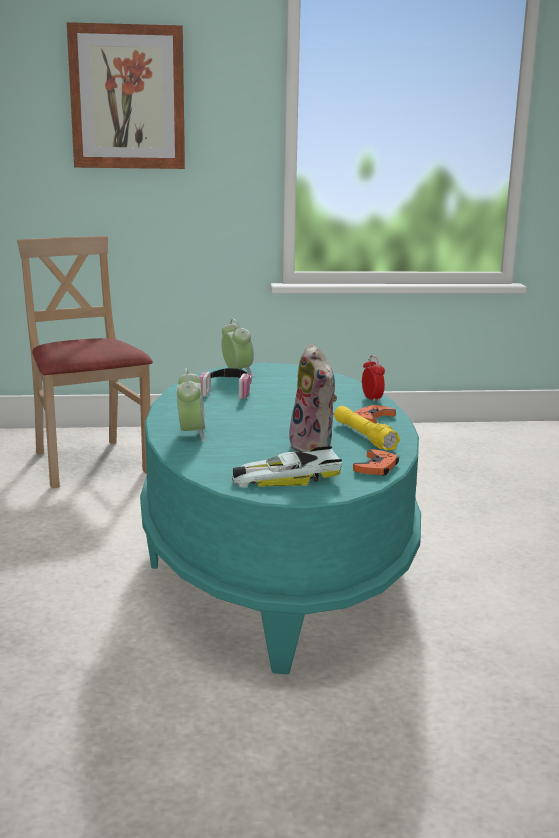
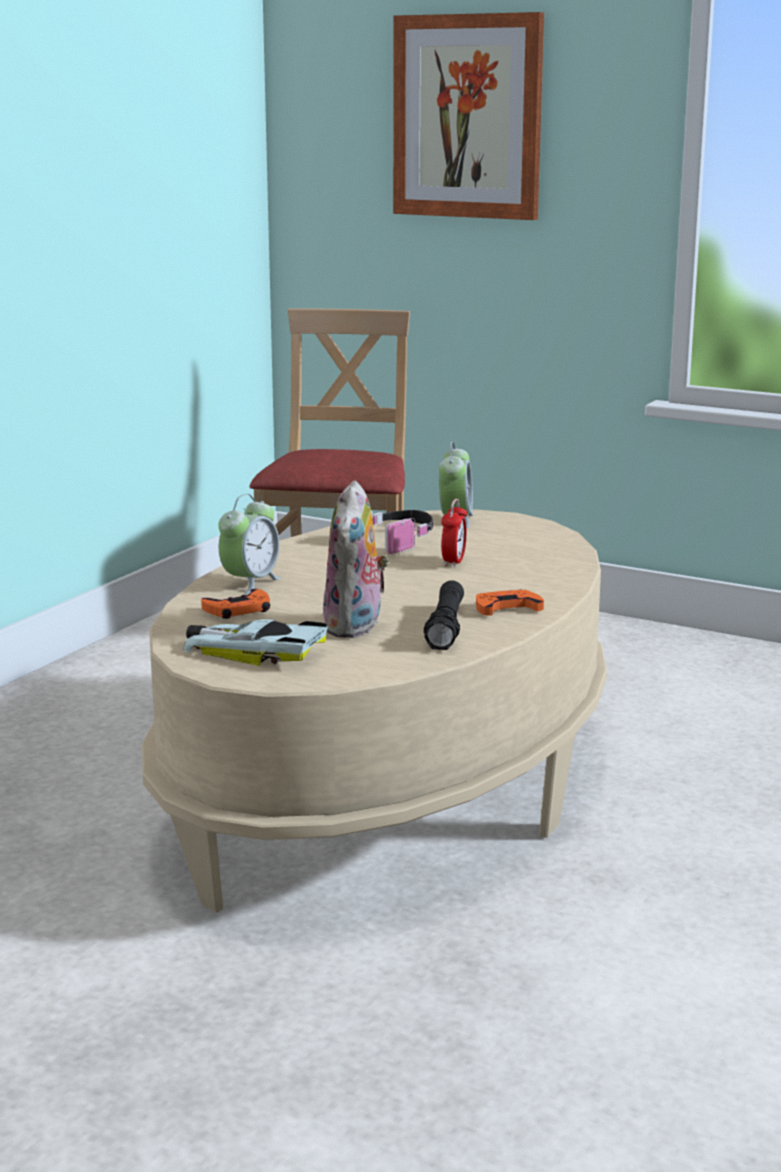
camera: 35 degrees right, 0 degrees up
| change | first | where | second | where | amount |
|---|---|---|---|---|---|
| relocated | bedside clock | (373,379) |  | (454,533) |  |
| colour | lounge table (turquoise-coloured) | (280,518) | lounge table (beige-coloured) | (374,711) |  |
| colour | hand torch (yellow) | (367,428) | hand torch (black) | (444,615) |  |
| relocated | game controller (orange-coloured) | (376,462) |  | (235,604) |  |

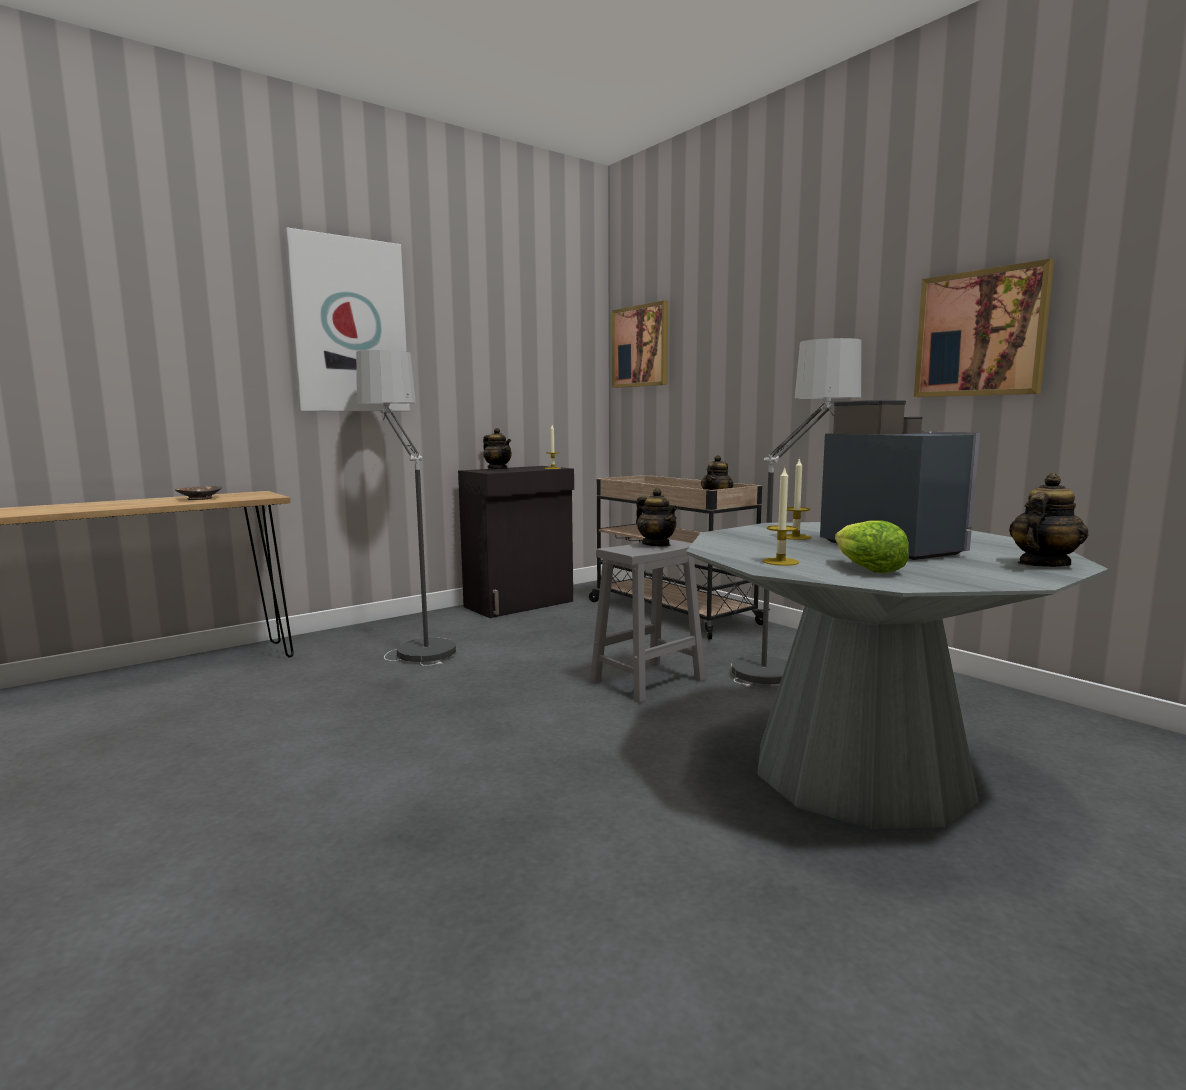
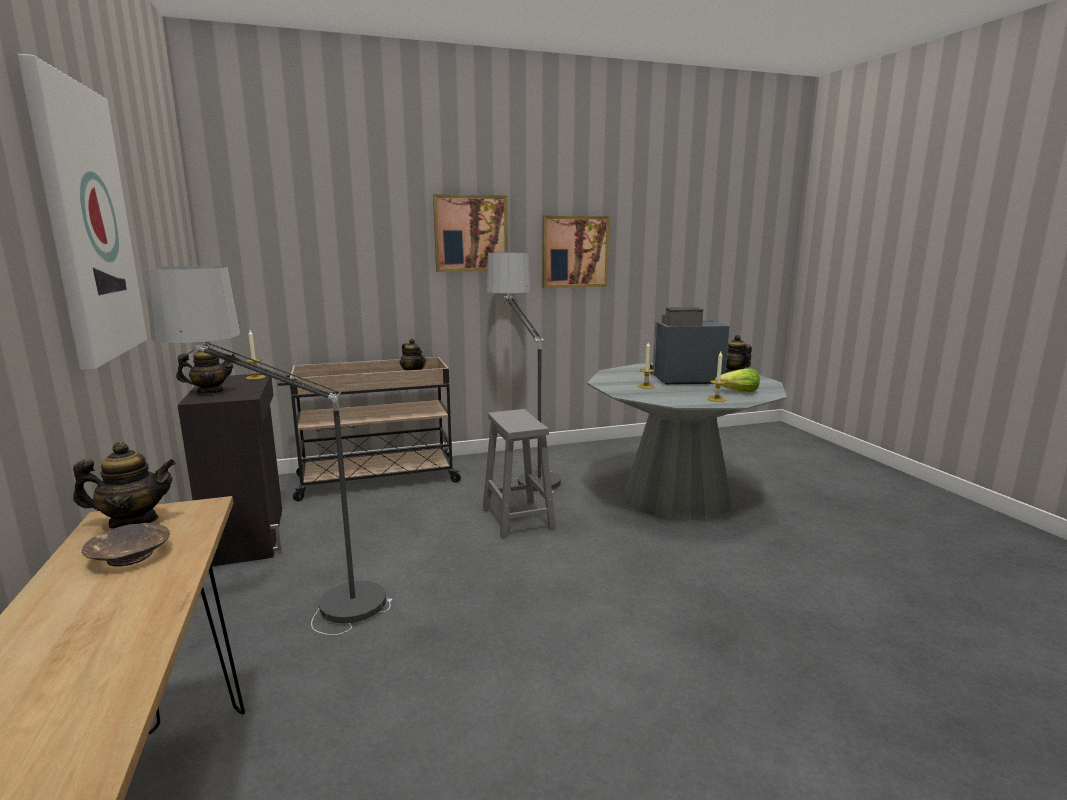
camera: 70 degrees left, 5 degrees up
| change | first | where | second | where | amount |
|---|---|---|---|---|---|
| relocated | wall picture | (640,344) |  | (470,233) |  |
| relocated | teapot | (657,517) |  | (124,485) |  |

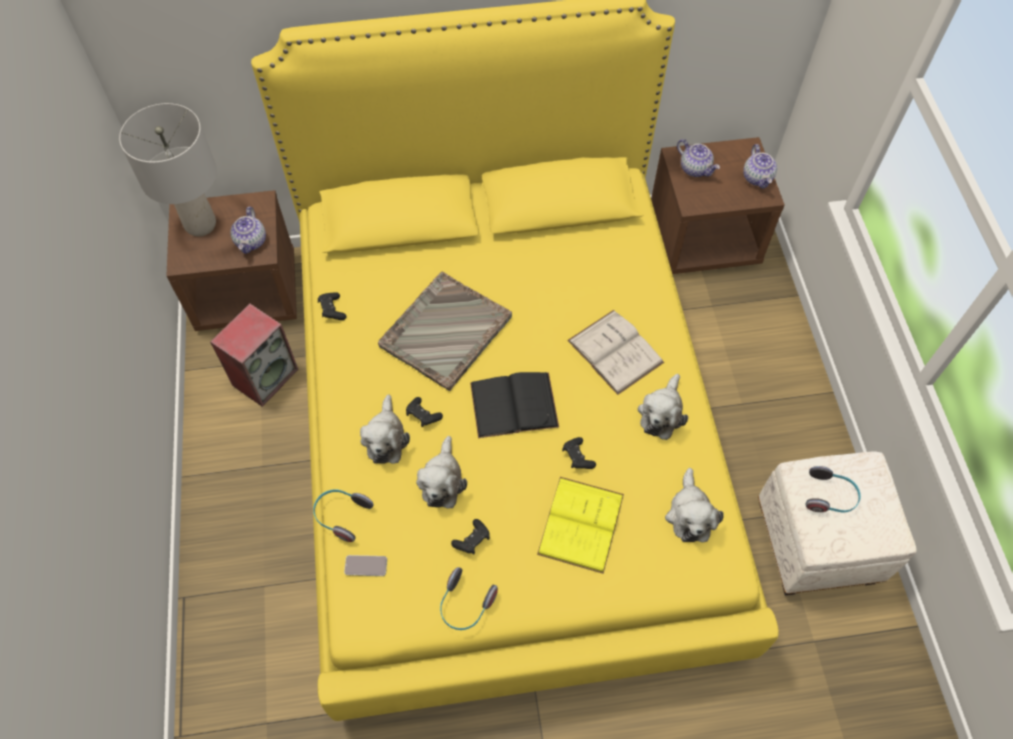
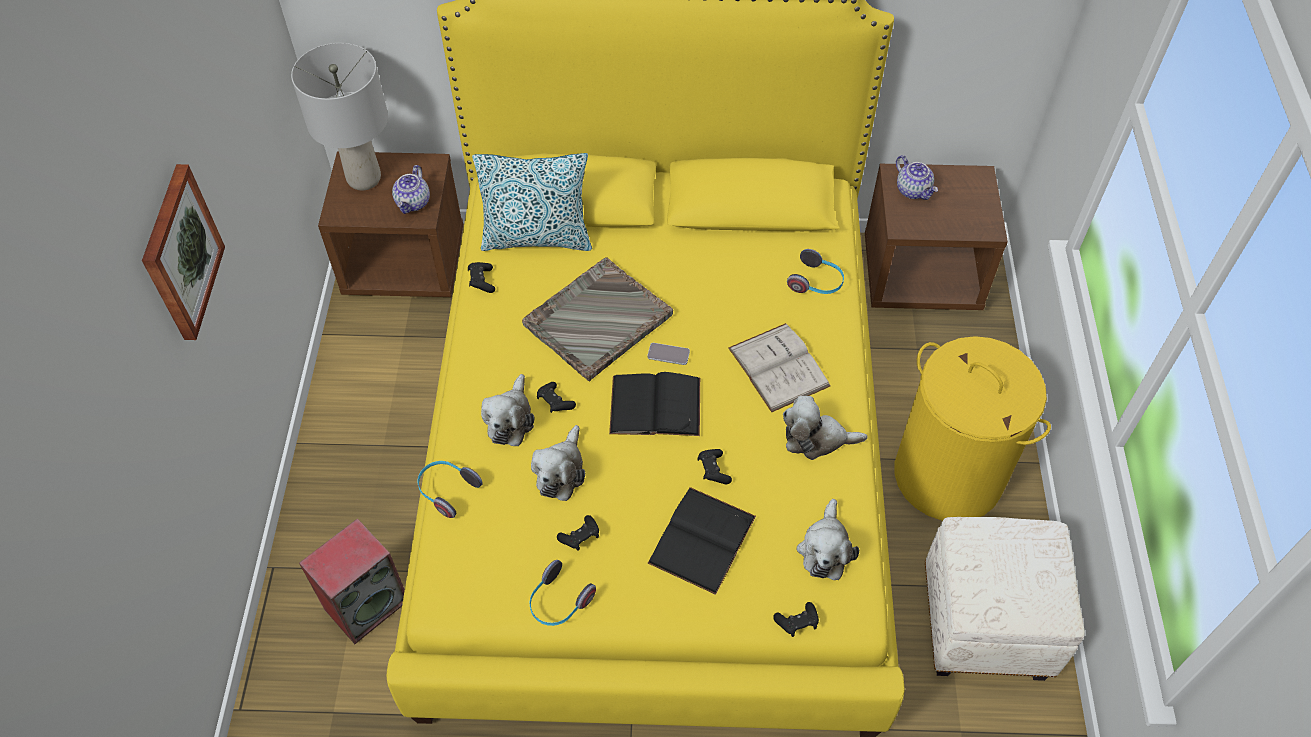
camera: 10 degrees right, 5 degrees down
| change | first | where | second | where | amount |
|---|---|---|---|---|---|
| missing | teapot | (760,166) |  |  |  |
| relocated | loudspeaker | (254,355) |  | (352,581) |  |
| spun | soft toy | (663,407) |  | (825,428) | 60 degrees clockwise |
| relocated | headphones | (833,489) |  | (815,271) |  |
| colour | volume (yellow) | (580,525) | volume (black) | (702,541) |  |
| relocated | handset | (365,565) |  | (668,354) |  |
| appeared |  |  | throw pillow | (532,202) |  |
| appeared |  |  | wall picture | (183,252) |  |
| appeared |  |  | laundry basket (yellow) | (972,428) |  |
| appeared |  |  | game controller (black) | (796,619) |  |

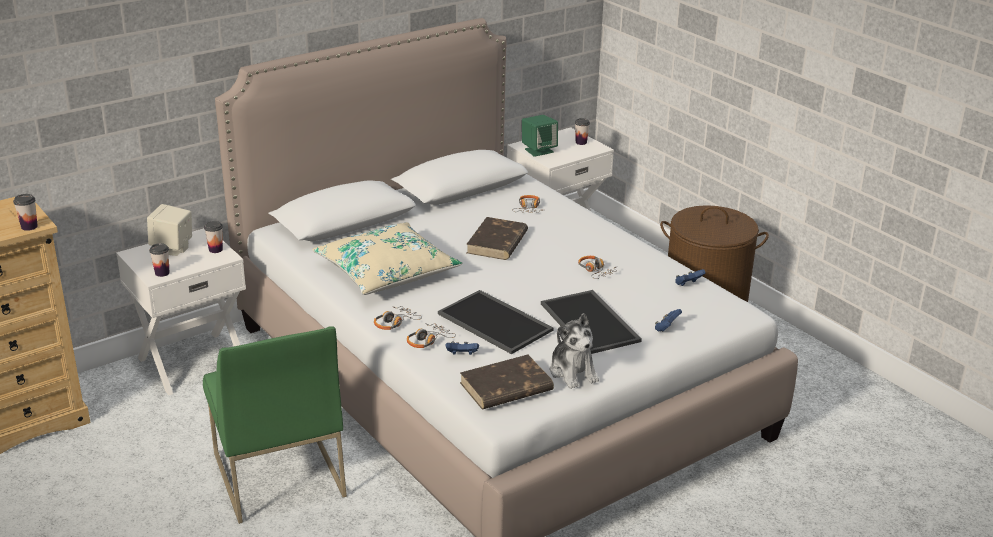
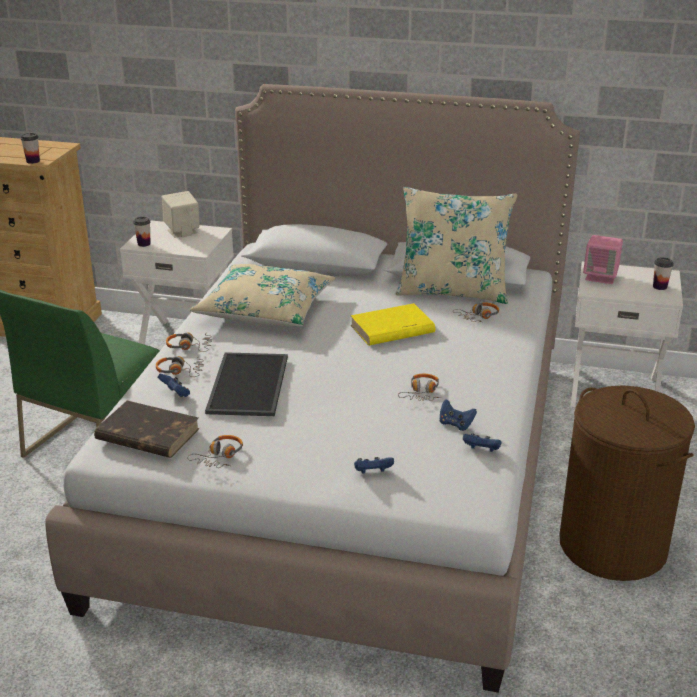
camera: 50 degrees right, 0 degrees up
| change | first | where | second | where | amount |
|---|---|---|---|---|---|
| colour | loudspeaker (green) | (540,136) | loudspeaker (pinkish) | (603,259) |  |
| colour | volume (brown) | (497,238) | volume (yellow) | (392,324) |  |
| missing | drinking cup | (213,237) |  |  |  |
| missing | serving tray | (591,322) |  |  |  |
| exchanged | soft toy | (574,351) | headphones | (215,451) |  |
| appeared |  |  | throw pillow (beige-coloured) | (456,245) |  |
| appeared |  |  | game controller (bluish) | (458,415) |  |

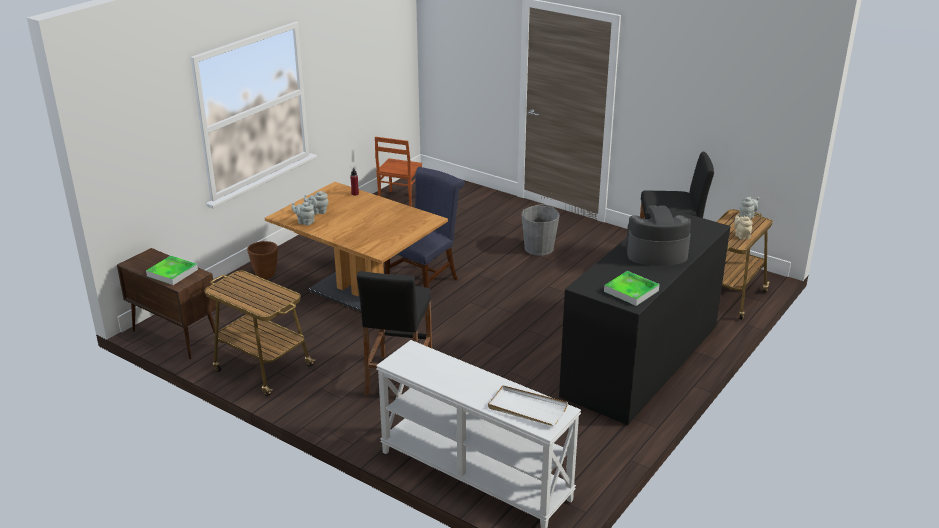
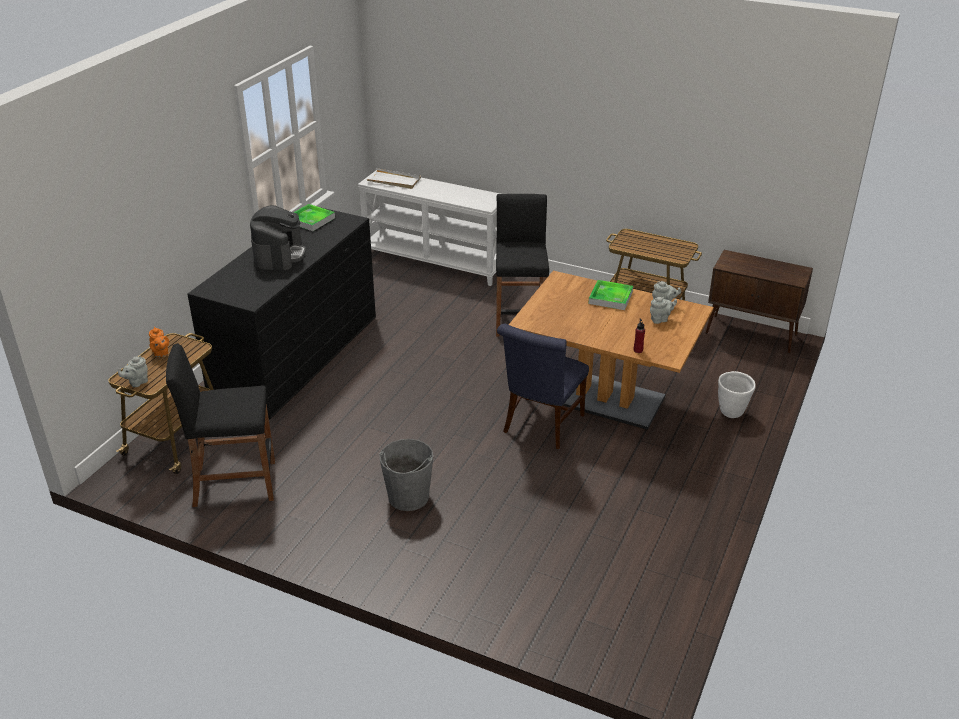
camera: 170 degrees right, 5 degrees up
| change | first | where | second | where | amount |
|---|---|---|---|---|---|
| missing | plain chair (brown) | (398,172) |  |  |  |
| spun | coffee brewer | (658,235) |  | (278,237) | 75 degrees counterclockwise |
| colour | teapot (beige-coloured) | (743,226) | teapot (orange-coloured) | (159,342) |  |
| colour | planter (brown) | (262,260) | planter (whitish) | (737,394) |  |
| relocated | serving tray | (172,270) |  | (610,295) |  |

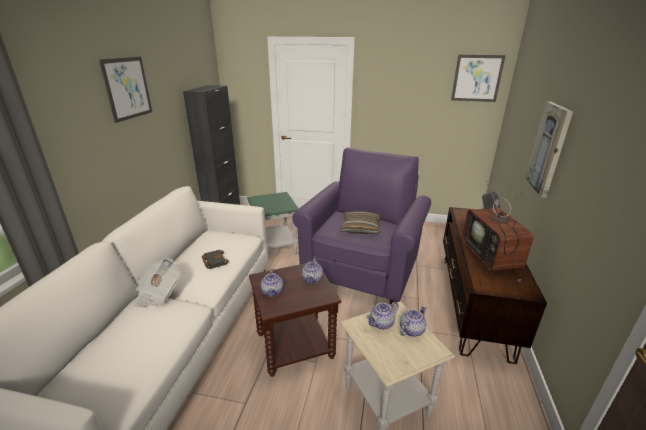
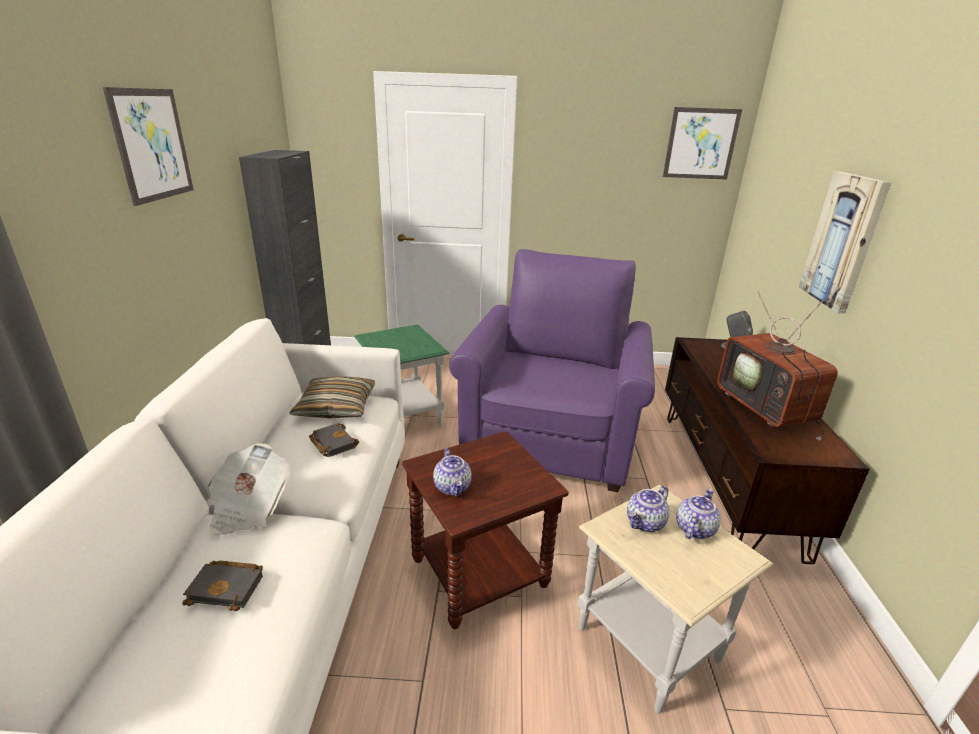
camera: 10 degrees left, 0 degrees up
| change | first | where | second | where | amount |
|---|---|---|---|---|---|
| relocated | throw pillow | (360,222) |  | (332,397) |  |
| missing | teapot | (312,271) |  |  |  |
| appeared |  |  | volume (black) | (222,585) |  |

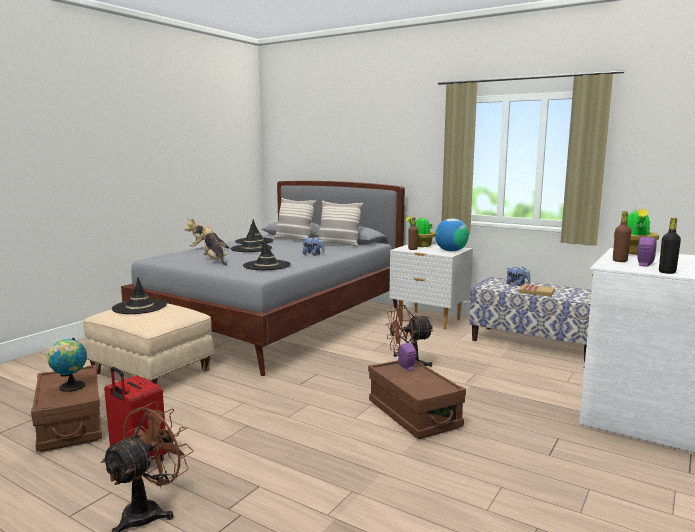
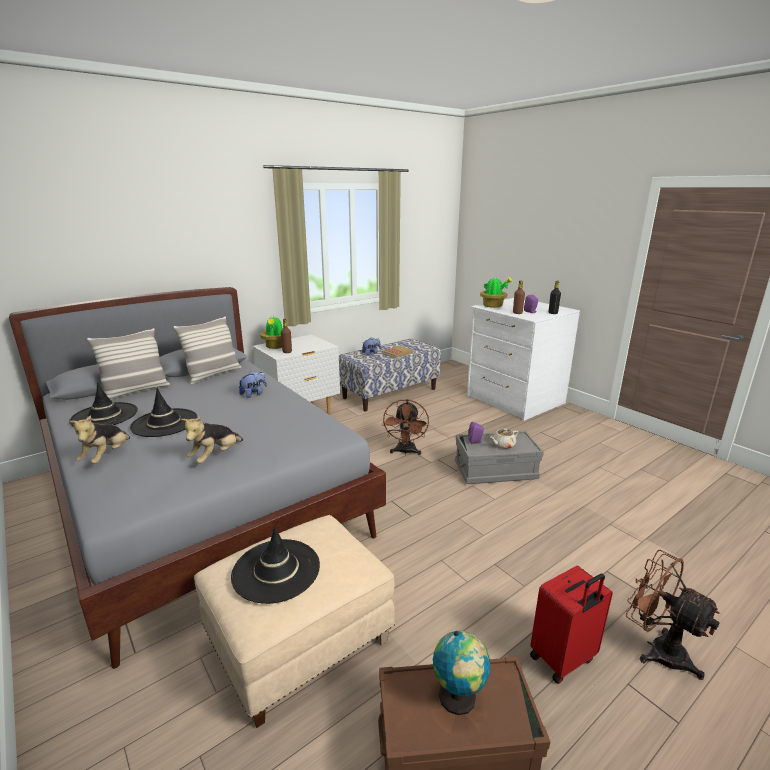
camera: 70 degrees left, 10 degrees up
| change | first | where | second | where | amount |
|---|---|---|---|---|---|
| missing | desk globe | (452,234) |  |  |  |
| spun | soft toy | (214,245) |  | (212,440) | 45 degrees counterclockwise |
| missing | clothing hat (black) | (267,254) |  |  |  |
| colour | storage box (brown) | (417,399) | storage box (gray) | (499,457) |  |
| appeared |  |  | teapot (beige-coloured) | (504,438) |  |

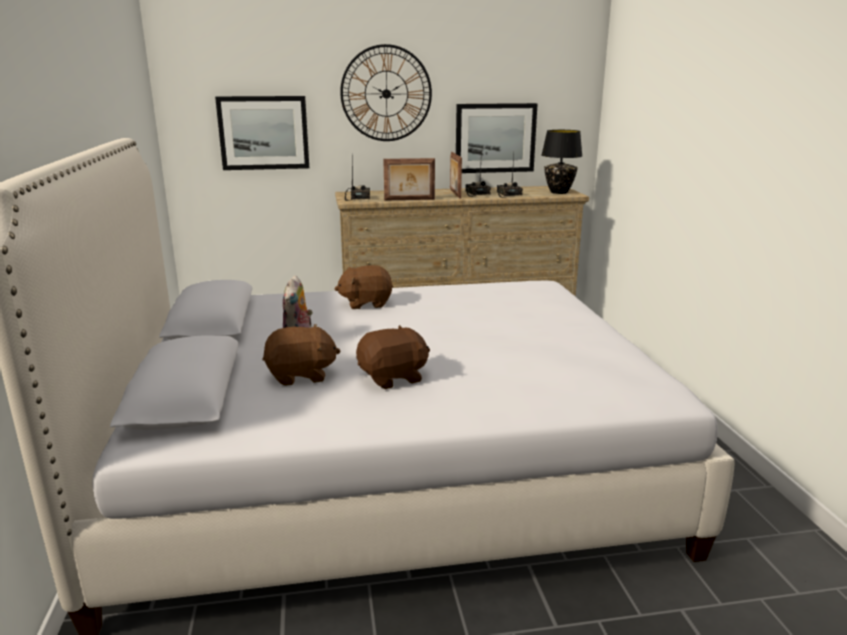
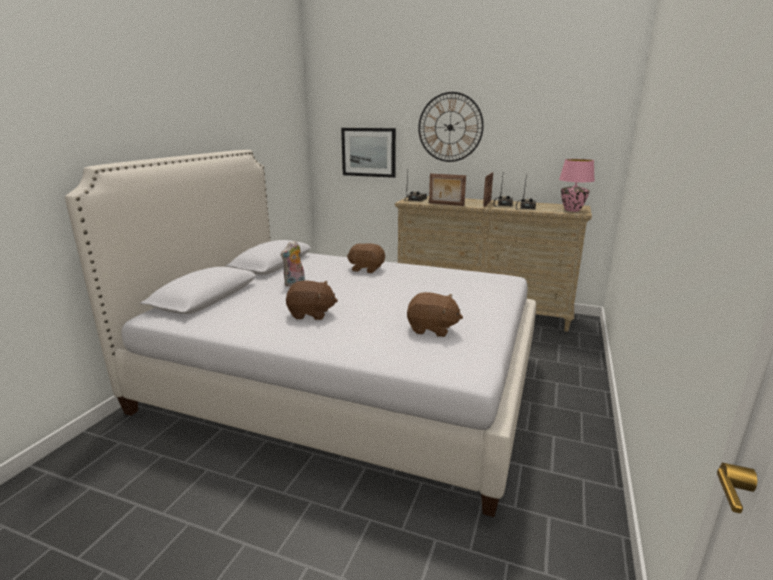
camera: 30 degrees right, 0 degrees up
| change | first | where | second | where | amount |
|---|---|---|---|---|---|
| missing | wall picture | (496,138) |  |  |  |
| colour | table lamp (black) | (562,162) | table lamp (pinkish) | (577,185) |  |
| relocated | soft toy (brown) | (301,355) |  | (435,314) |  |

